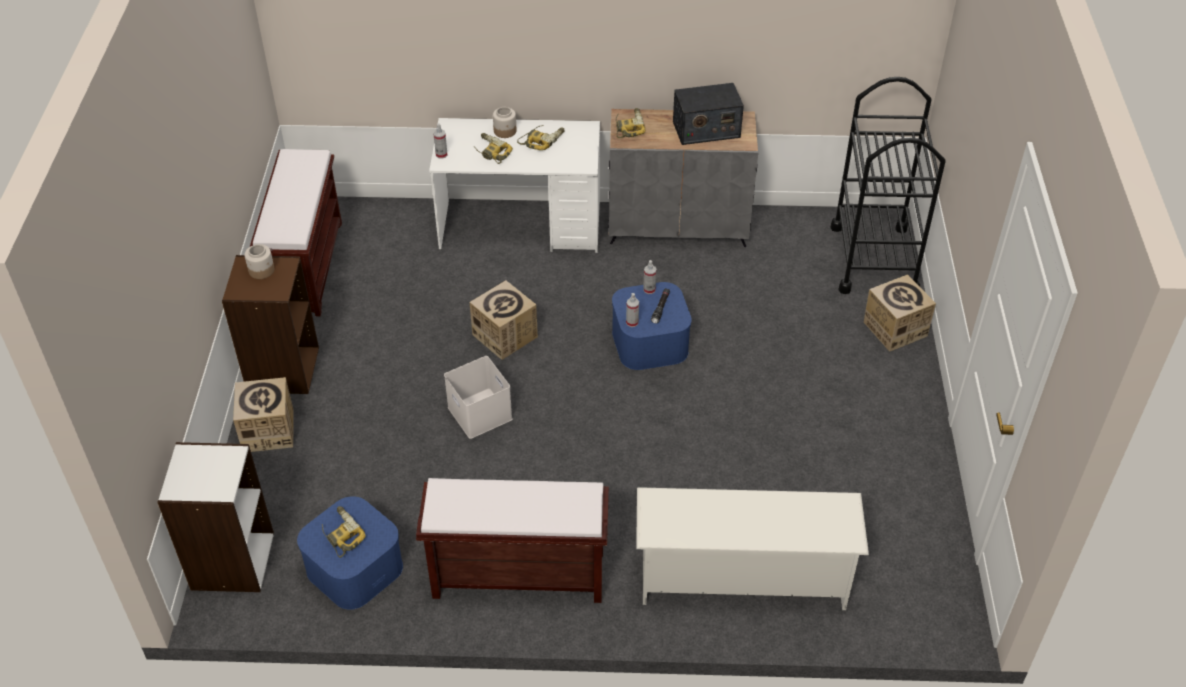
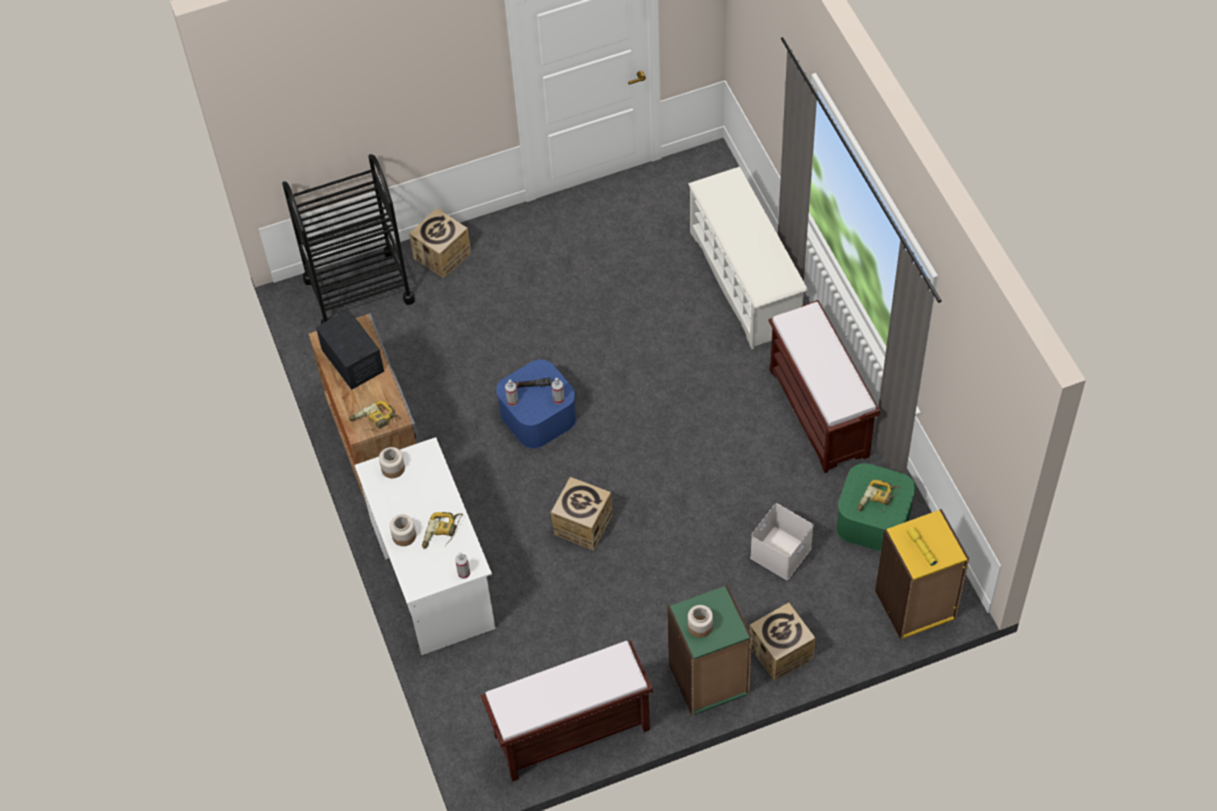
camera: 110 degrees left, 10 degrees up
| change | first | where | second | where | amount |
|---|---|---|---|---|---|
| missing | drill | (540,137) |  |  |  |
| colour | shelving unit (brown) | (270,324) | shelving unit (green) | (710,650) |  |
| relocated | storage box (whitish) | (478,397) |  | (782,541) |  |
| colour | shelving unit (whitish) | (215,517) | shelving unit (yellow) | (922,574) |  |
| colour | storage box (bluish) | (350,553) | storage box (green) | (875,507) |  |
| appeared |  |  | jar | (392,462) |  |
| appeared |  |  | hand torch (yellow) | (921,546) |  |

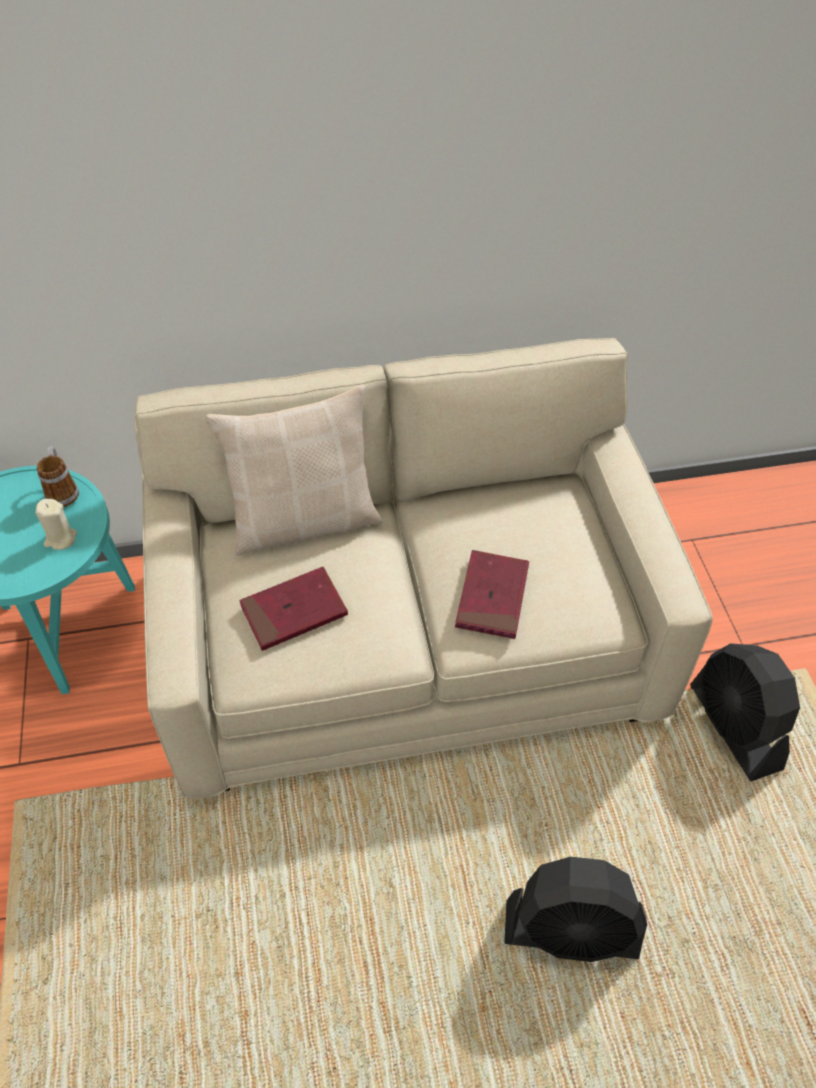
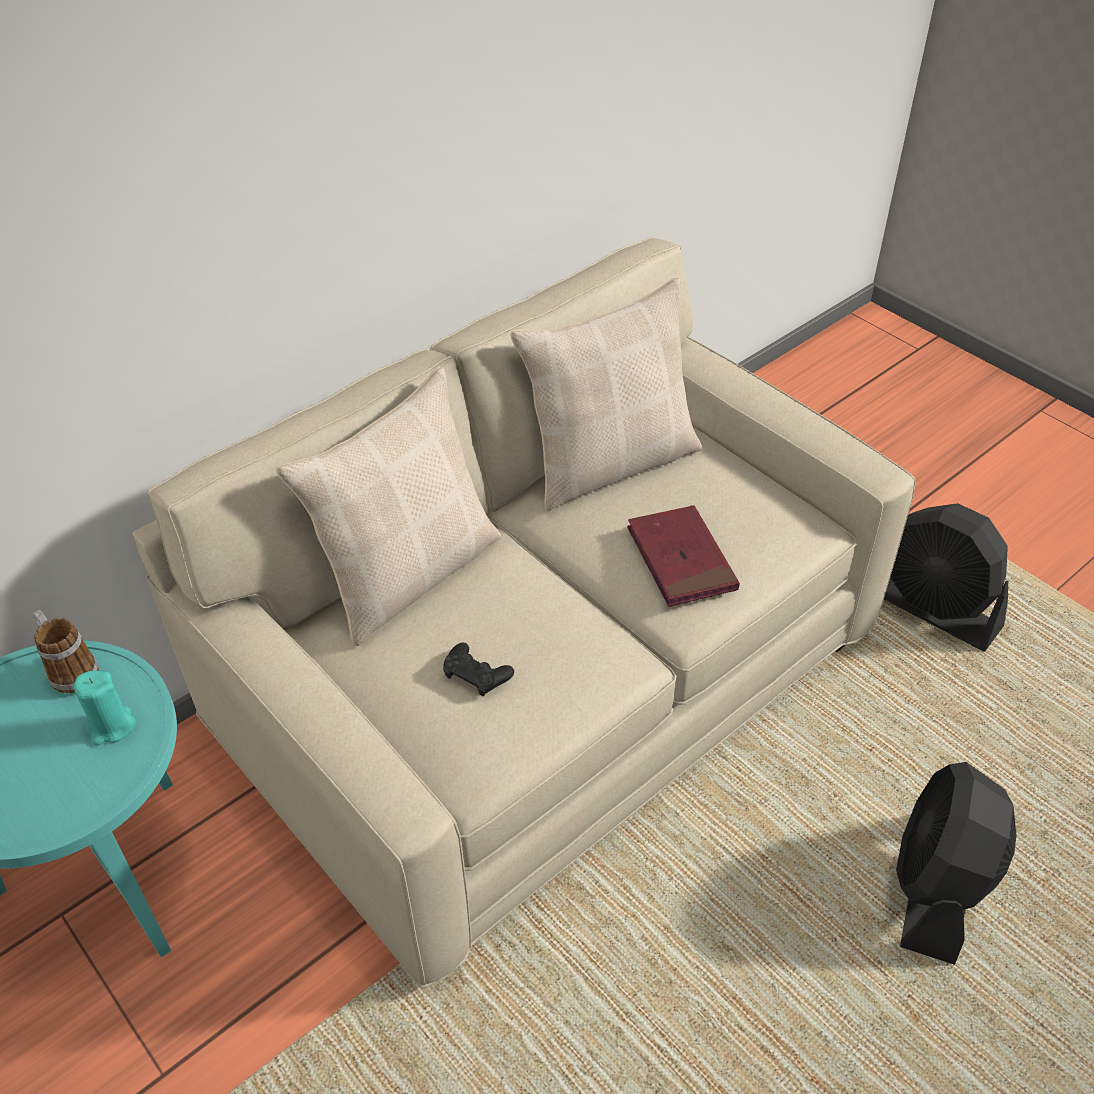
camera: 30 degrees left, 5 degrees down
| change | first | where | second | where | amount |
|---|---|---|---|---|---|
| colour | wax light (beige-coloured) | (56,524) | wax light (turquoise-coloured) | (105,708) |  |
| exchanged | volume (reddish) | (293,609) | game controller (black) | (478,669) |  |
| spun | electric fan (black) | (575,909) |  | (956,863) | 135 degrees clockwise |
| appeared |  |  | throw pillow (beige-coloured) | (606,393) |  |

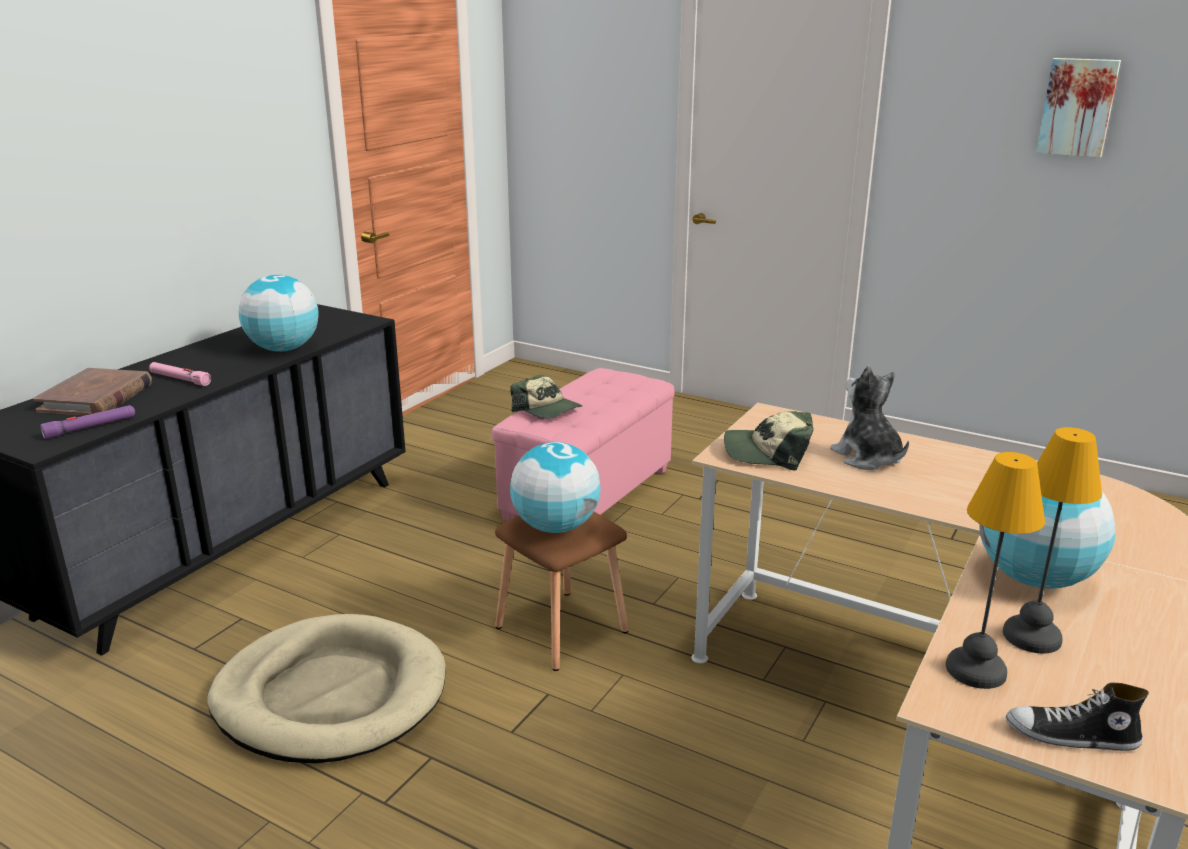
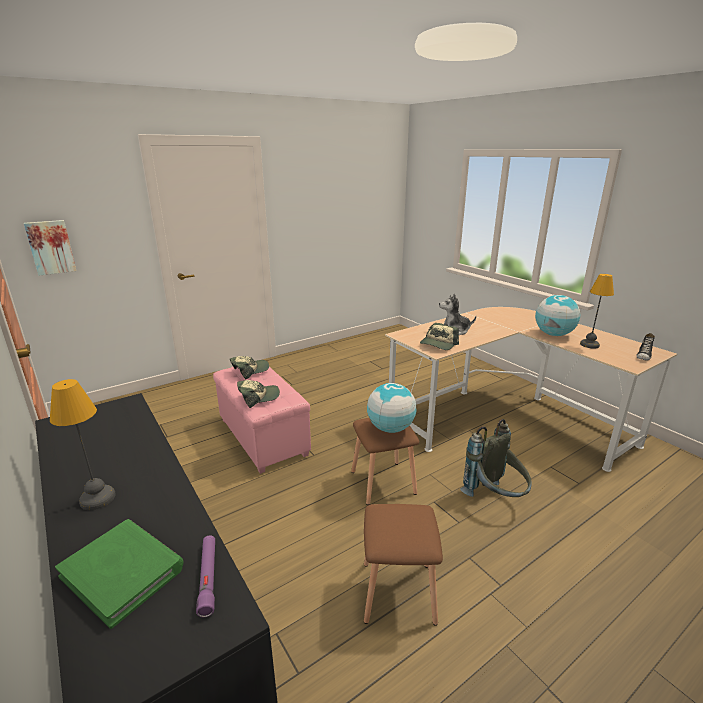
camera: 65 degrees left, 0 degrees up
| change | first | where | second | where | amount |
|---|---|---|---|---|---|
| relocated | wall picture | (1078,108) |  | (50,247) |  |
| missing | desk globe | (279,313) |  |  |  |
| missing | hand torch (pinkish) | (180,374) |  |  |  |
| colour | volume (brown) | (92,391) | volume (green) | (119,574) |  |
| relocated | table lamp | (995,570) |  | (83,444) |  |
| exchanged | dog bed (beige-coloured) | (326,688) | stool (brown) | (403,565) |  |
| appeared |  |  | peaked cap | (249,367) |  |
| appeared |  |  | backpack (gray) | (496,458) |  |

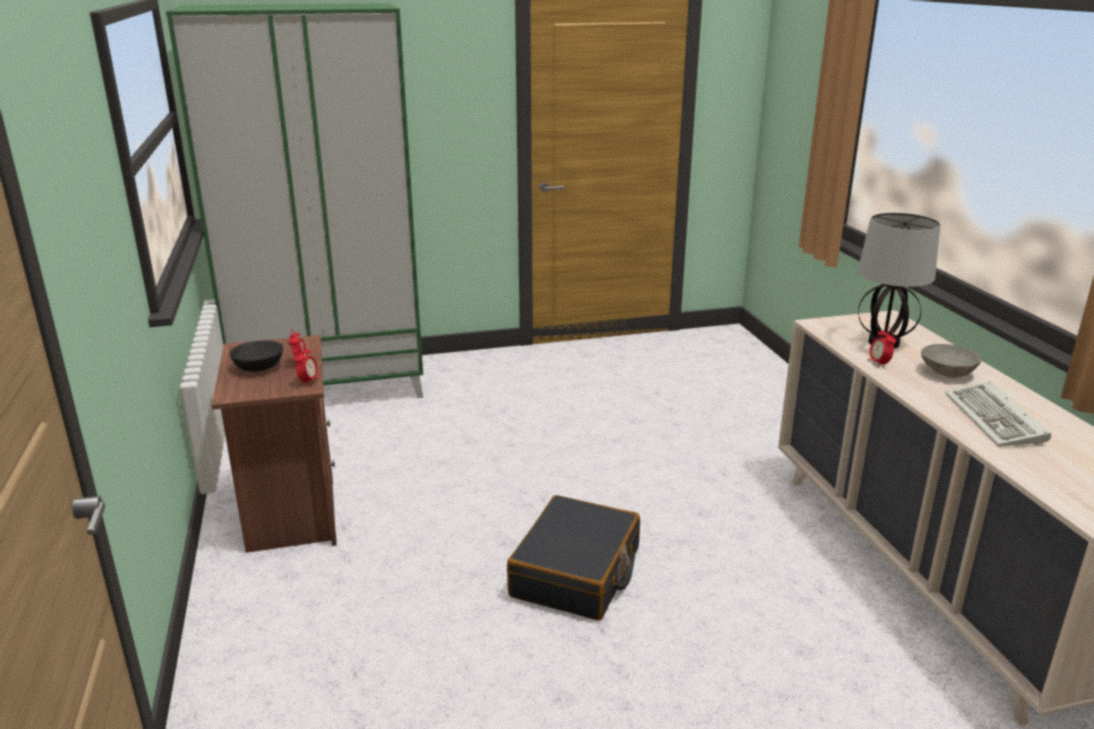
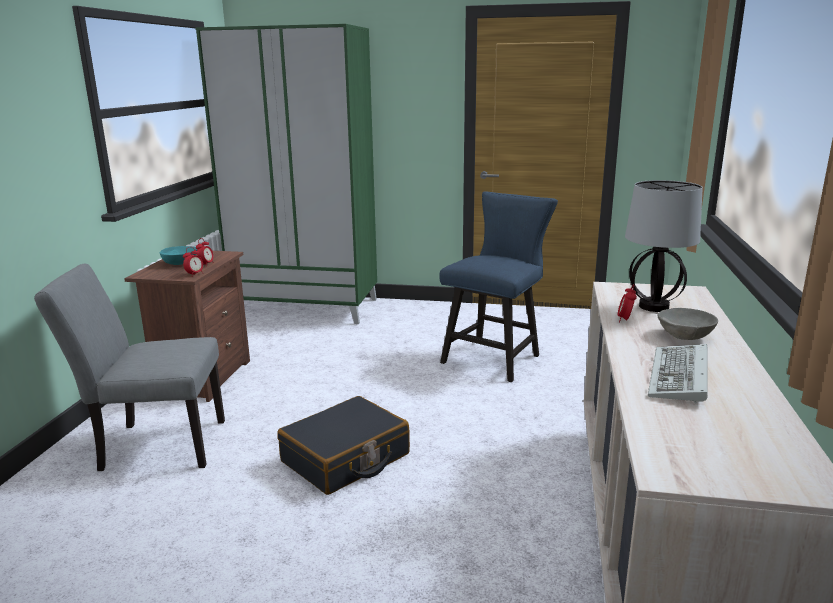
camera: 25 degrees right, 5 degrees down
| change | first | where | second | where | amount |
|---|---|---|---|---|---|
| colour | deep dish (black) | (256,356) | deep dish (turquoise-coloured) | (178,255) |  |
| appeared |  |  | plain chair (bluish) | (498,286) |  |
| appeared |  |  | plain chair (gray) | (129,367) |  |

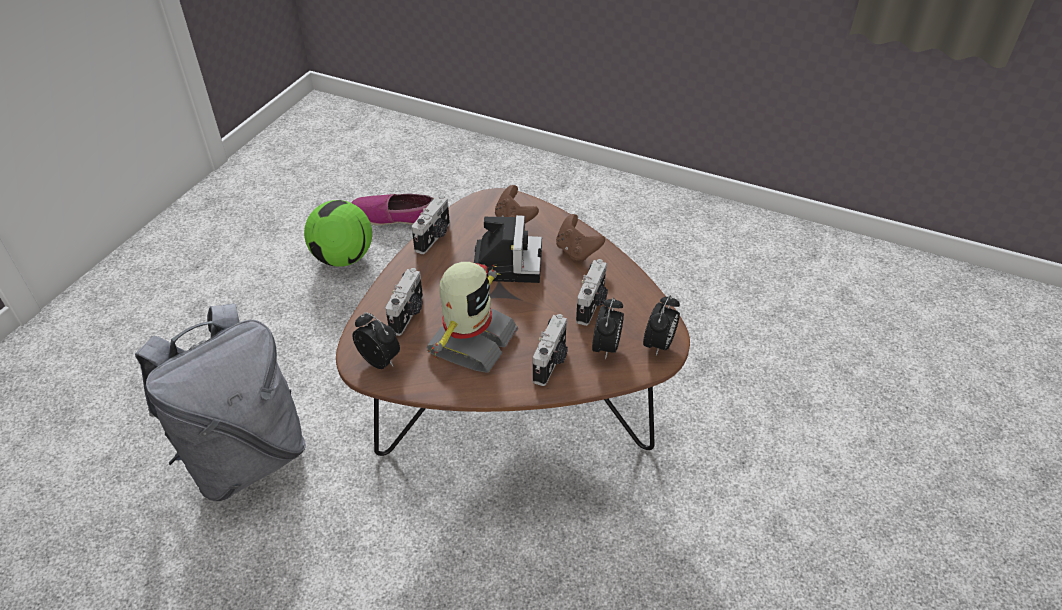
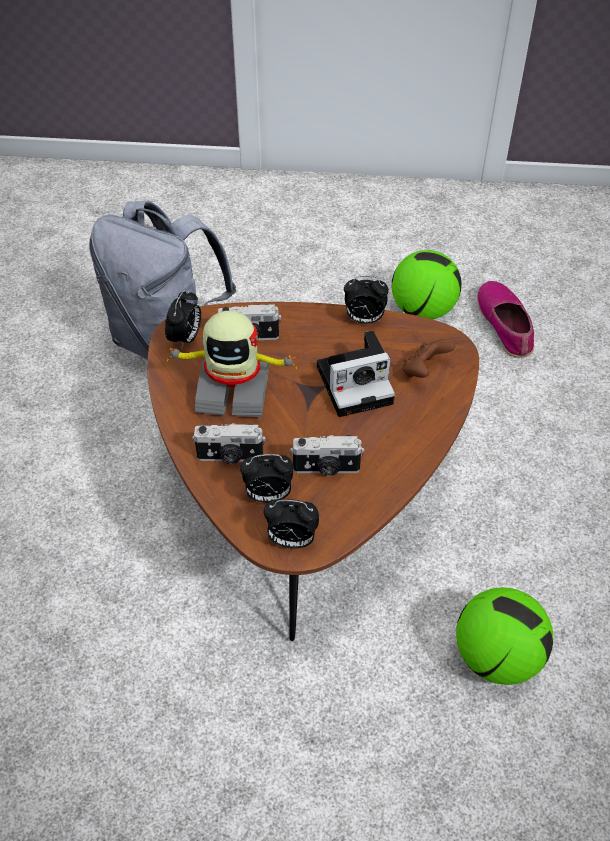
camera: 70 degrees right, 5 degrees up
| change | first | where | second | where | amount |
|---|---|---|---|---|---|
| exchanged | still camera | (431,224) | bedside clock | (366,300) |  |
| missing | game controller (brown) | (580,238) |  |  |  |
| appeared |  |  | ball for football | (504,636) |  |

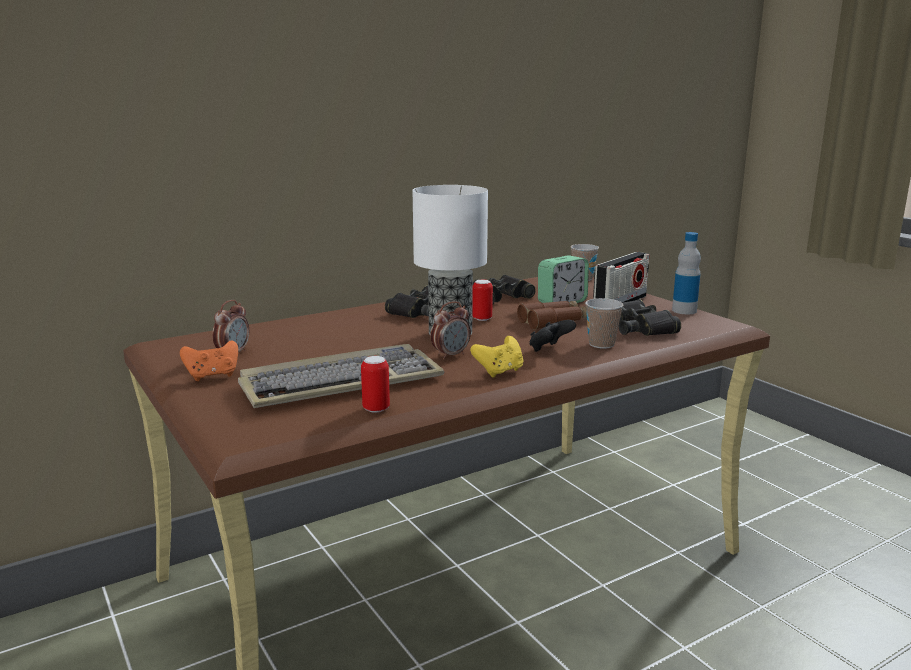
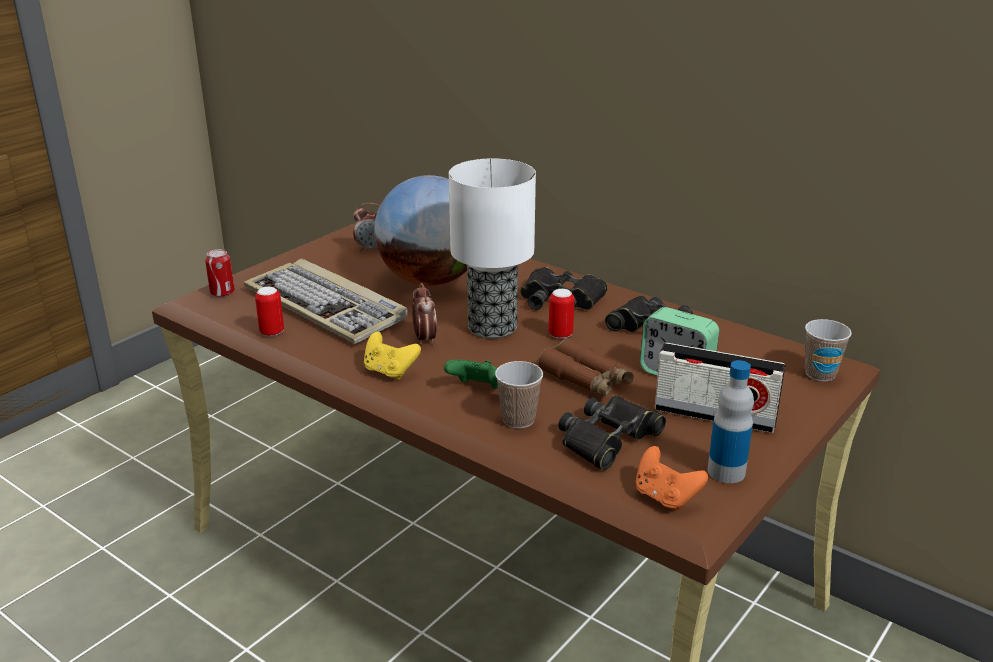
camera: 70 degrees right, 10 degrees up
| change | first | where | second | where | amount |
|---|---|---|---|---|---|
| spun | bedside clock | (450,330) |  | (424,314) | 135 degrees counterclockwise |
| colour | game controller (black) | (552,336) | game controller (green) | (471,374) |  |
| relocated | game controller (orange-coloured) | (209,360) |  | (672,478) |  |
| appeared |  |  | desk globe | (420,230) |  |
| appeared |  |  | can | (220,273) |  |

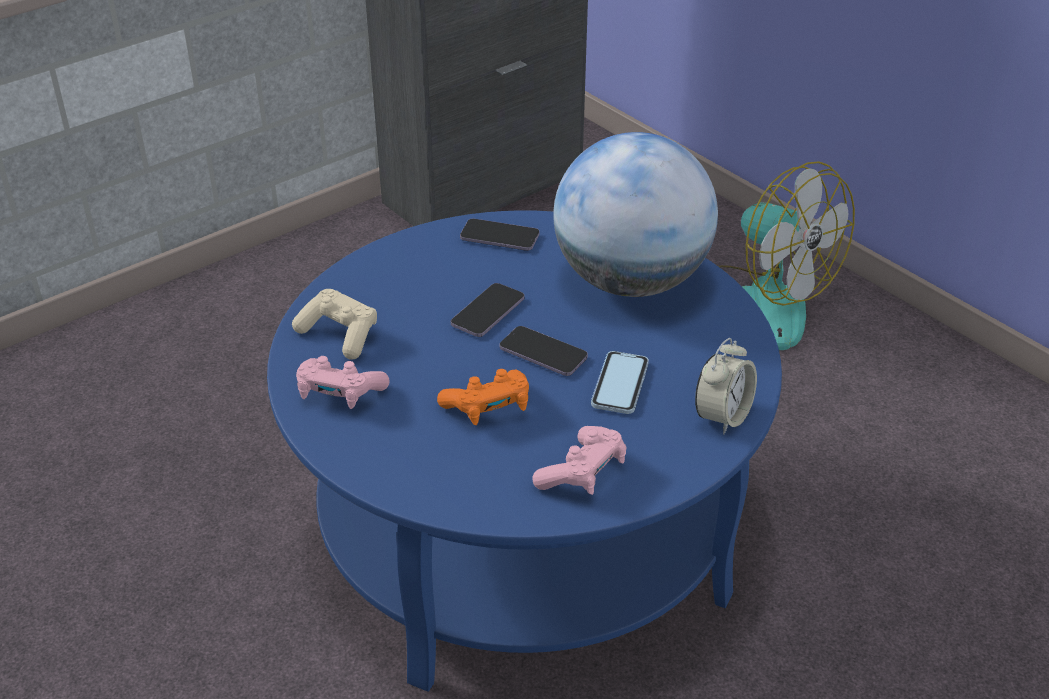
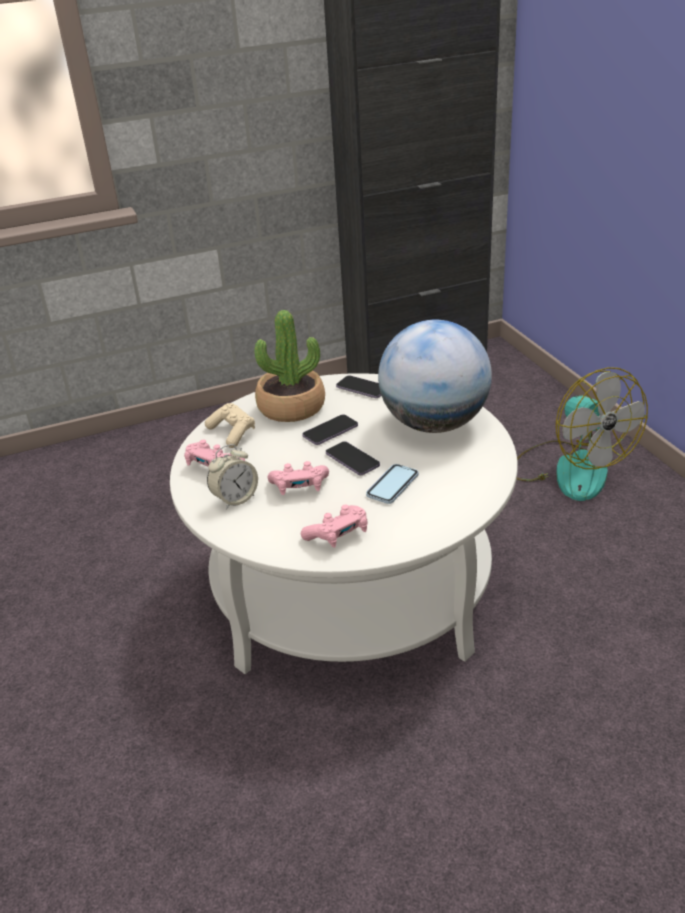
camera: 20 degrees right, 5 degrees down
| change | first | where | second | where | amount |
|---|---|---|---|---|---|
| colour | lounge table (bluish) | (524,451) | lounge table (whitish) | (344,523) |  |
| relocated | bedside clock | (726,386) |  | (232,477) |  |
| colour | game controller (orange-coloured) | (483,397) | game controller (pinkish) | (298,478) |  |
| appeared |  |  | houseplant | (290,366) |  |

